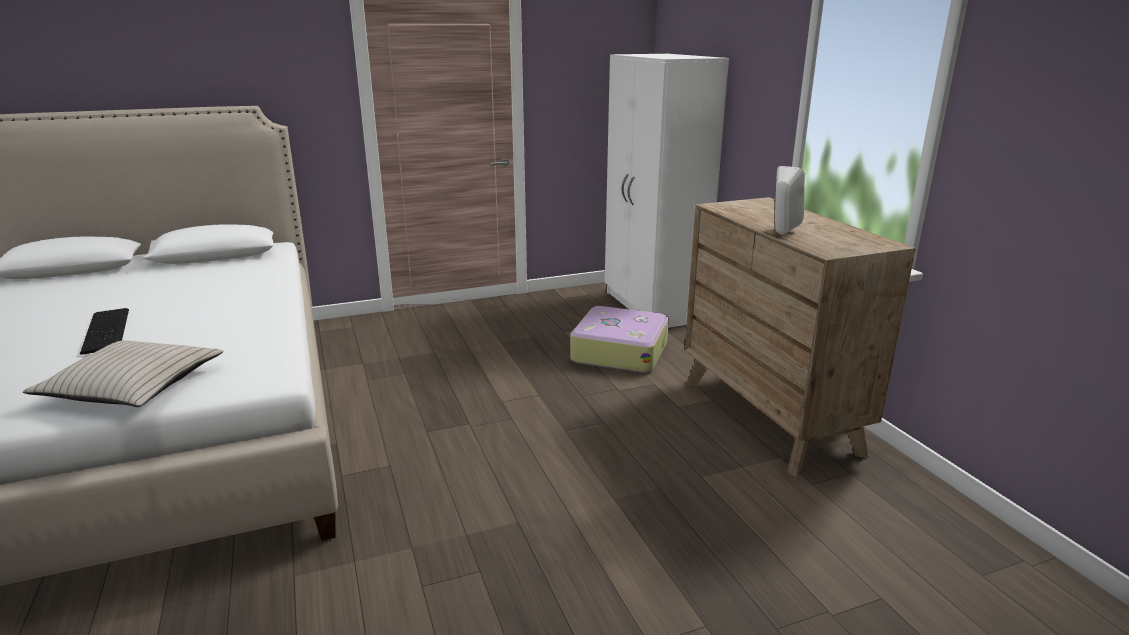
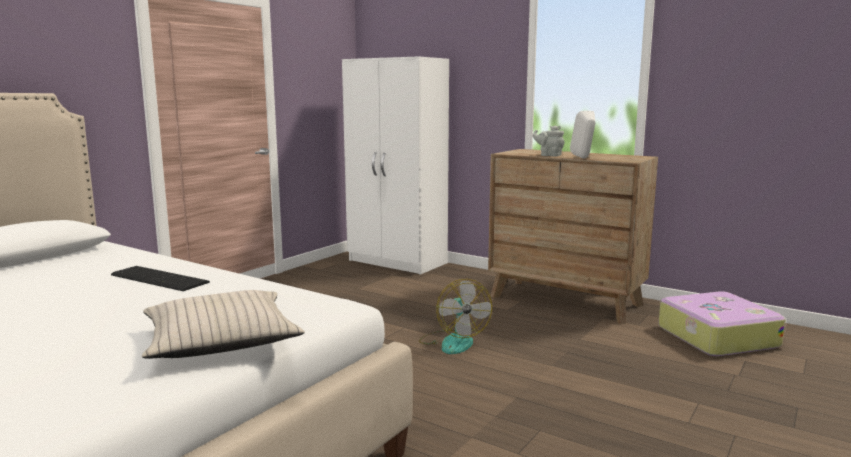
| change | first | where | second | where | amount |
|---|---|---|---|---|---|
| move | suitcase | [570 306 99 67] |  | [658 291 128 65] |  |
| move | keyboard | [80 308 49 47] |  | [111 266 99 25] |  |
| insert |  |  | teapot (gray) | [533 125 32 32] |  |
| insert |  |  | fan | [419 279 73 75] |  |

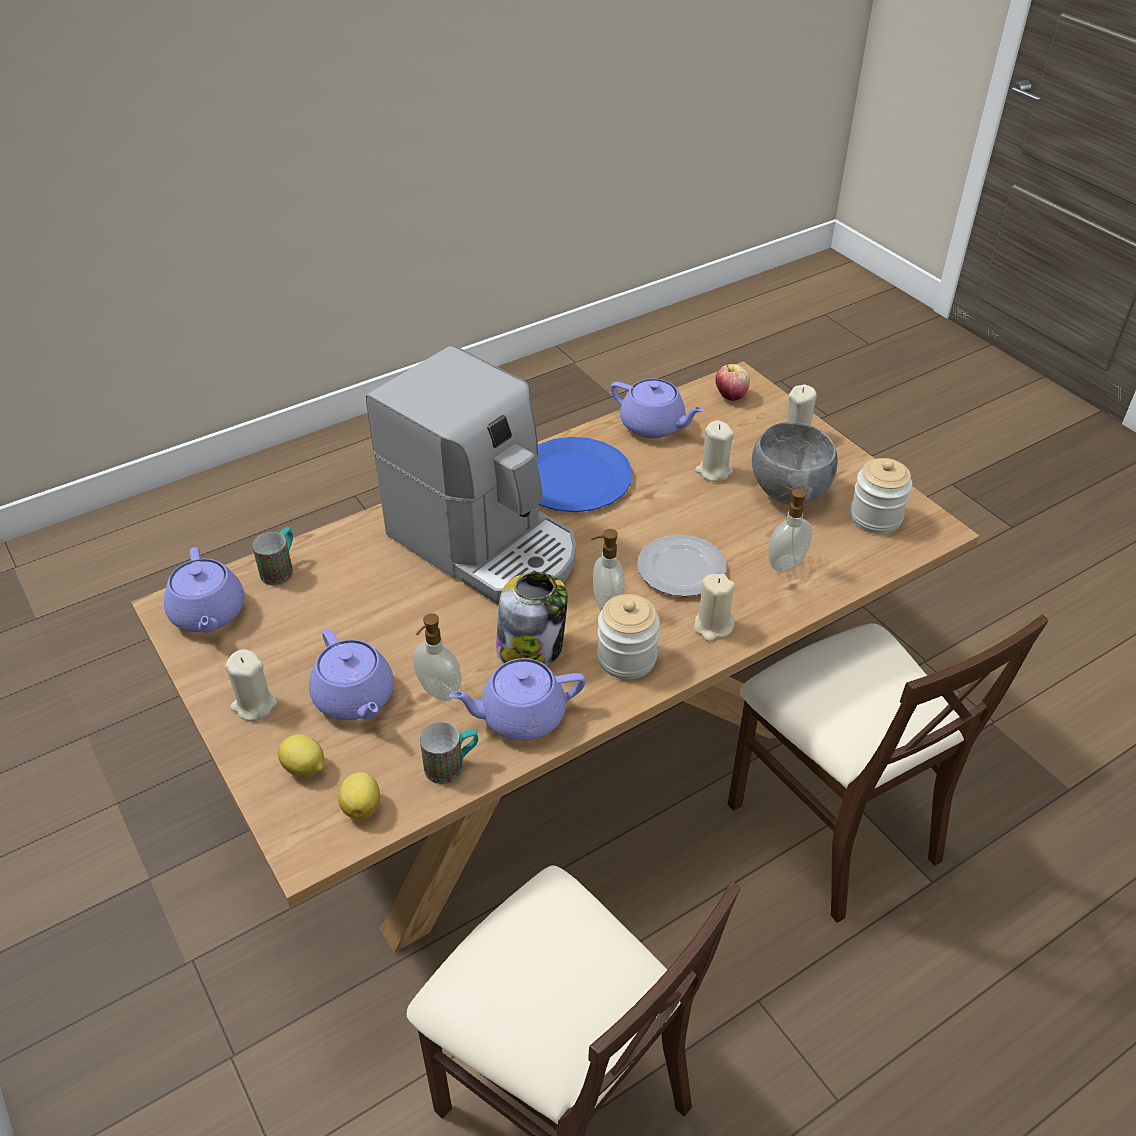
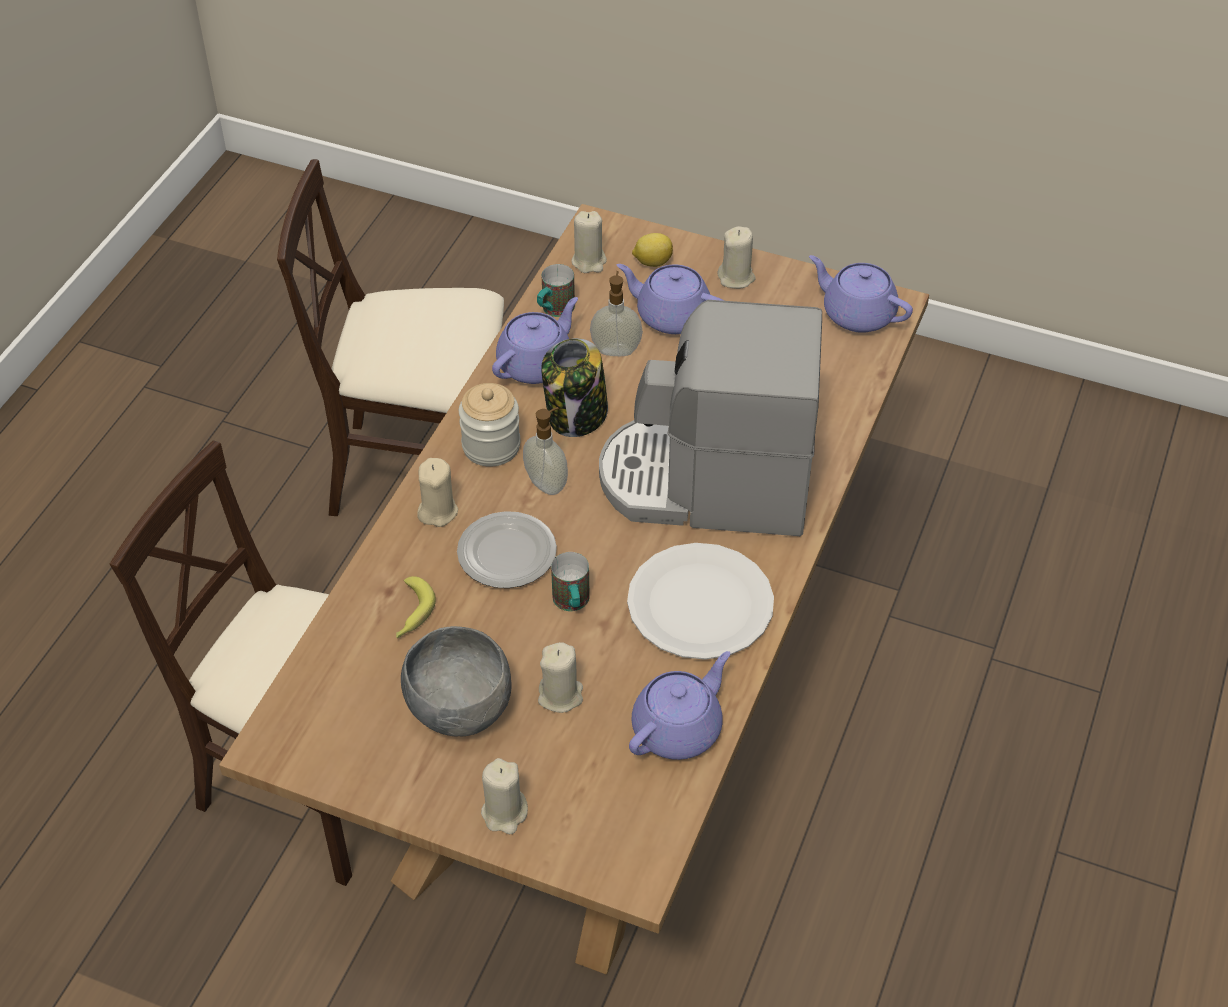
| change | first | where | second | where | amount |
|---|---|---|---|---|---|
| delete | whole apple | [715 364 35 37] |  |  |  |
| rotate | teapot (purplish) | [611 379 93 59] |  | [629 651 101 109] | 135 degrees clockwise |
| recolor | flat dish (blue) | [537 437 95 75] | flat dish (white-coloured) | [627 543 147 117] |  |
| delete | preserve jar | [850 458 62 76] |  |  |  |
| replace | soap dispenser | [768 487 44 85] | whole banana | [396 576 40 62] |  |
| move | coffee mug | [252 527 41 59] |  | [551 552 39 59] |  |
| replace | lemon | [338 772 42 47] | wax candle (beige-coloured) | [571 211 36 62] |  |

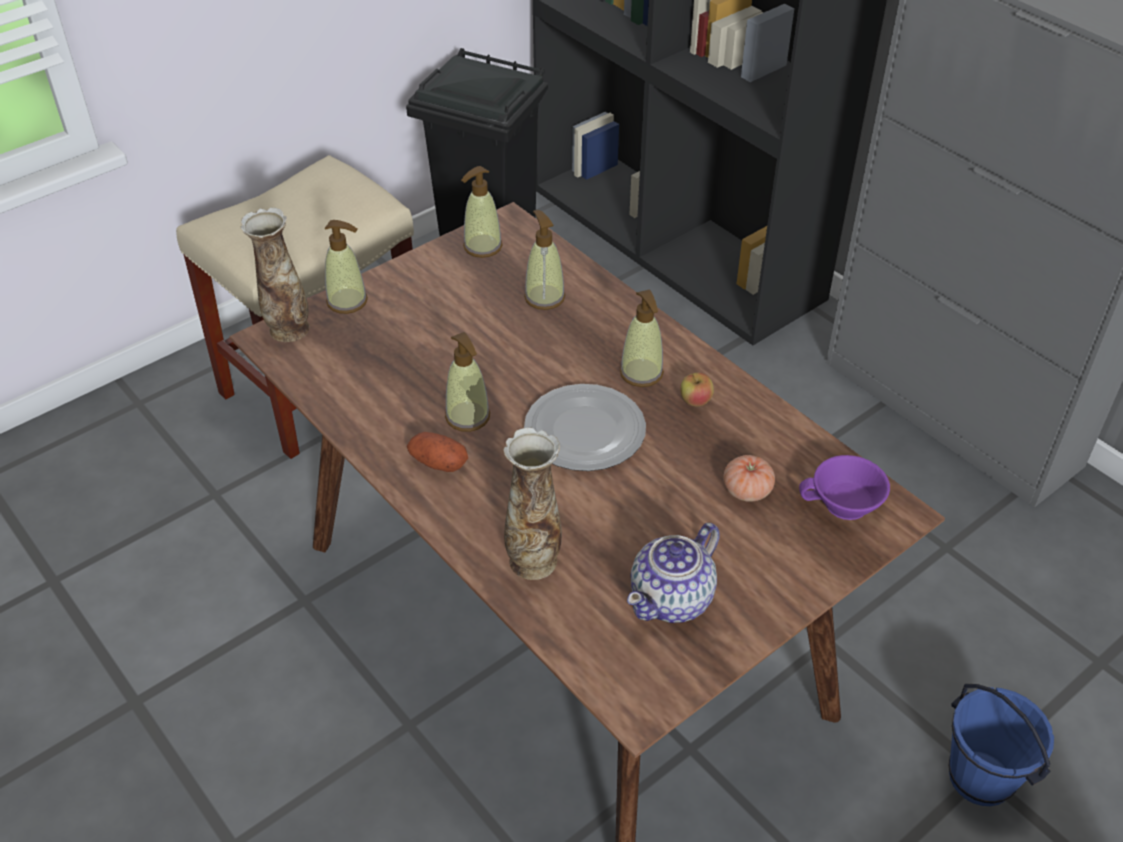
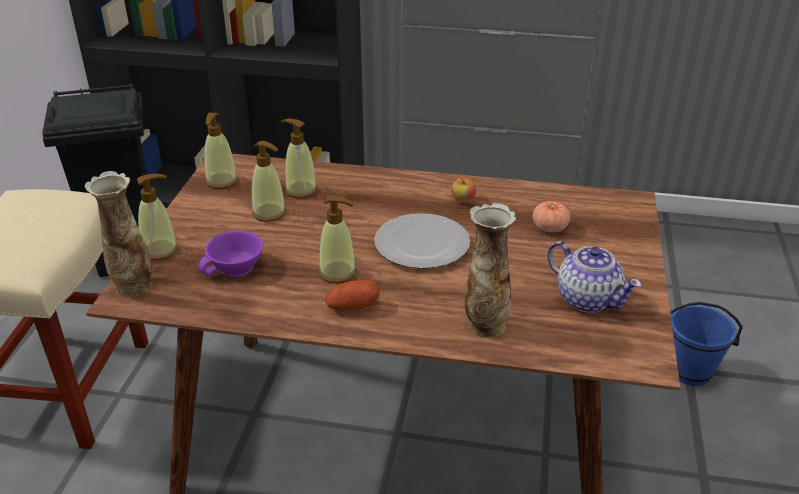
| change | first | where | second | where | amount |
|---|---|---|---|---|---|
| move | soap dispenser | [620 290 44 97] |  | [252 141 34 81] |  |
| move | cup (purplish) | [799 455 91 65] |  | [198 231 66 46] |  |
| rotate | teapot | [627 523 93 100] |  | [547 241 95 72] | 45 degrees counterclockwise |

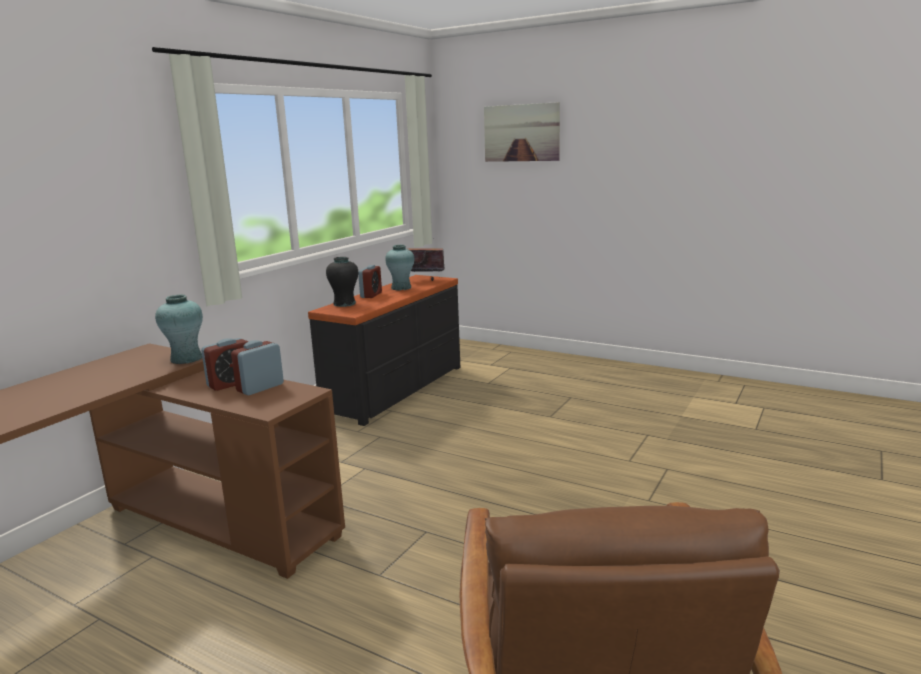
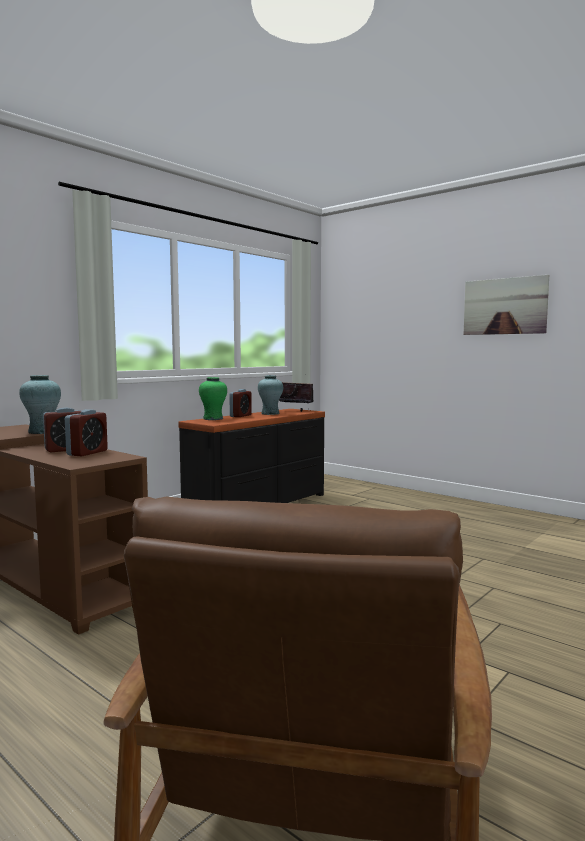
| change | first | where | second | where | amount |
|---|---|---|---|---|---|
| move | picture | [484 102 76 60] |  | [464 275 85 60] |  |
| recolor | decorative vase (blackish) | [326 257 32 50] | decorative vase (green) | [199 377 28 43] |  |
| rotate | table clock | [231 340 53 55] |  | [65 409 43 47] | 150 degrees clockwise |

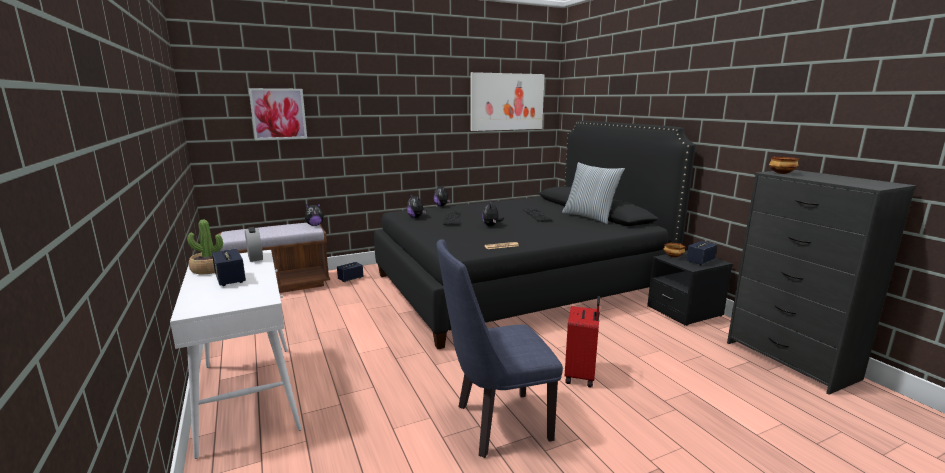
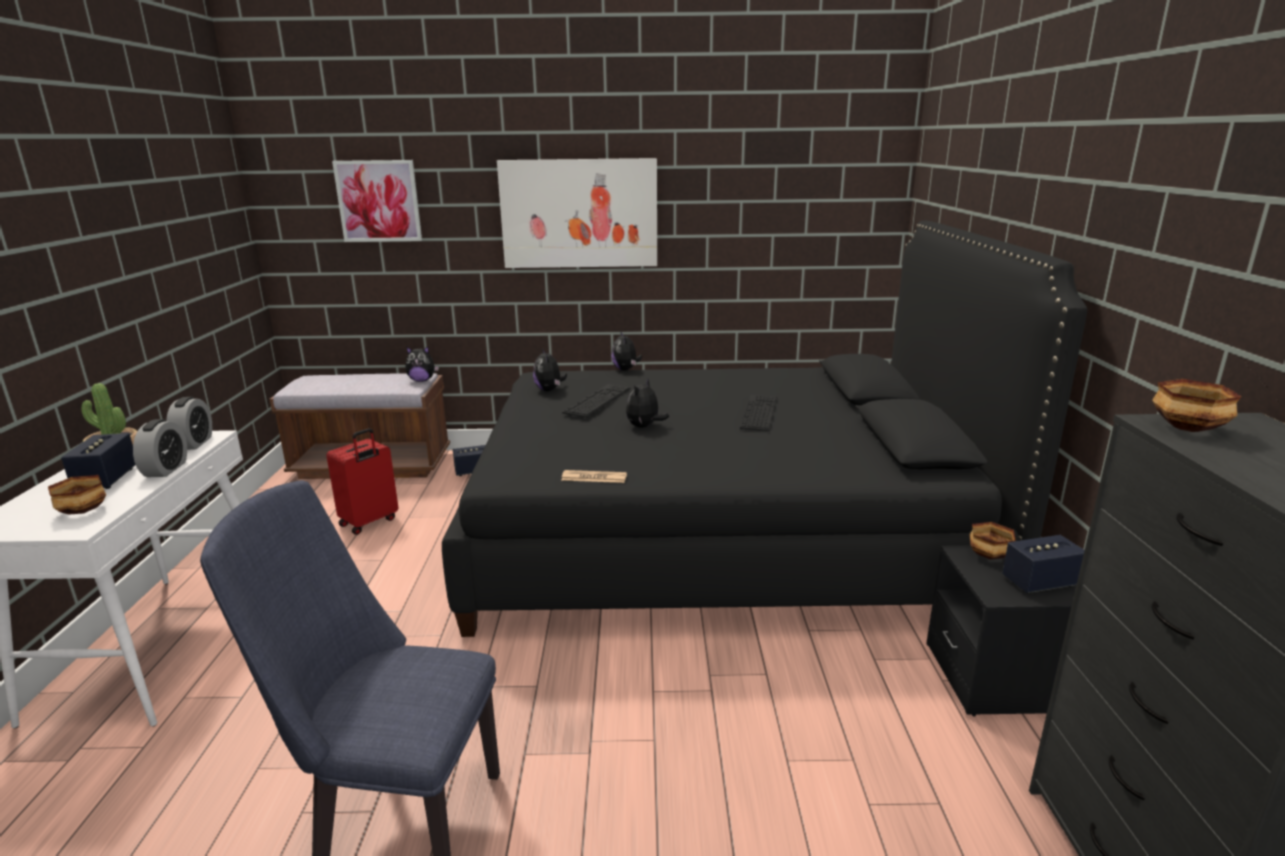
| change | first | where | second | where | amount |
|---|---|---|---|---|---|
| move | picture | [470 72 74 59] |  | [497 158 160 110] |  |
| delete | throw pillow | [562 162 63 62] |  |  |  |
| move | suitcase (red) | [565 296 35 92] |  | [326 428 73 107] |  |
| insert |  |  | table clock | [133 419 54 58] |  |
| insert |  |  | bowl | [48 475 58 40] |  |

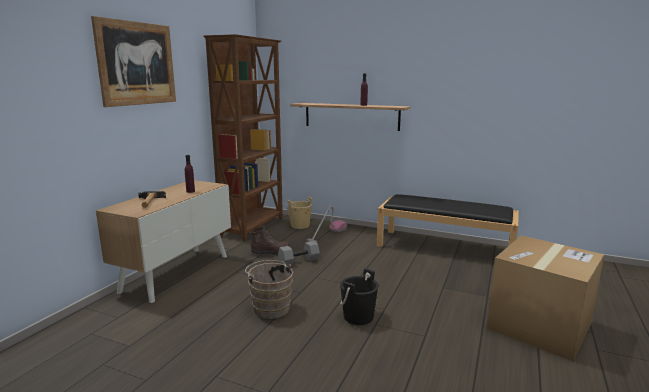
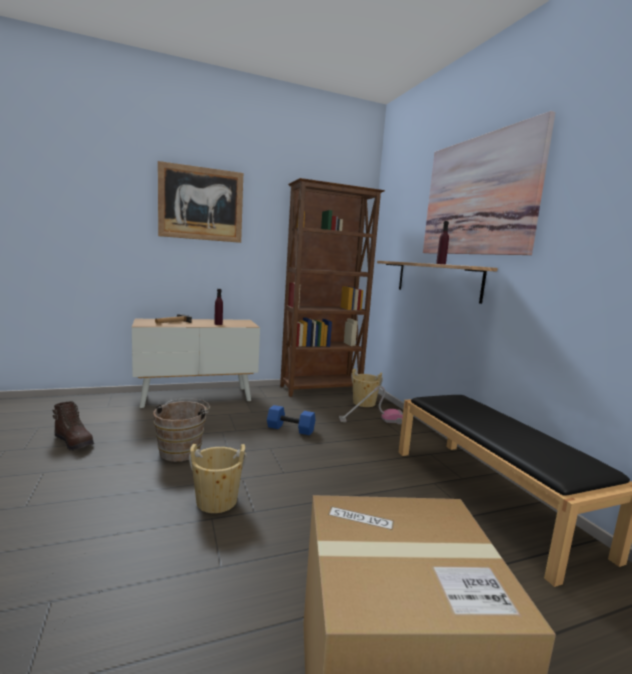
| change | first | where | second | where | amount |
|---|---|---|---|---|---|
| move | high-top boot (brown) | [250 227 41 28] |  | [52 401 42 50] |  |
| recolor | hand weight (gray) | [278 241 42 24] | hand weight (blue) | [267 405 48 30] |  |
| recolor | water bucket (blackish) | [340 268 39 57] | water bucket (beige-coloured) | [189 444 58 69] |  |
| insert |  |  | picture | [423 111 132 144] |  |

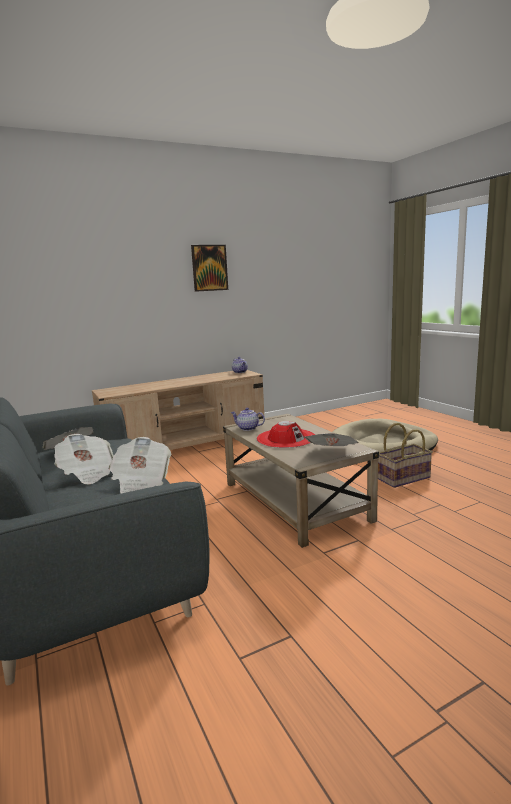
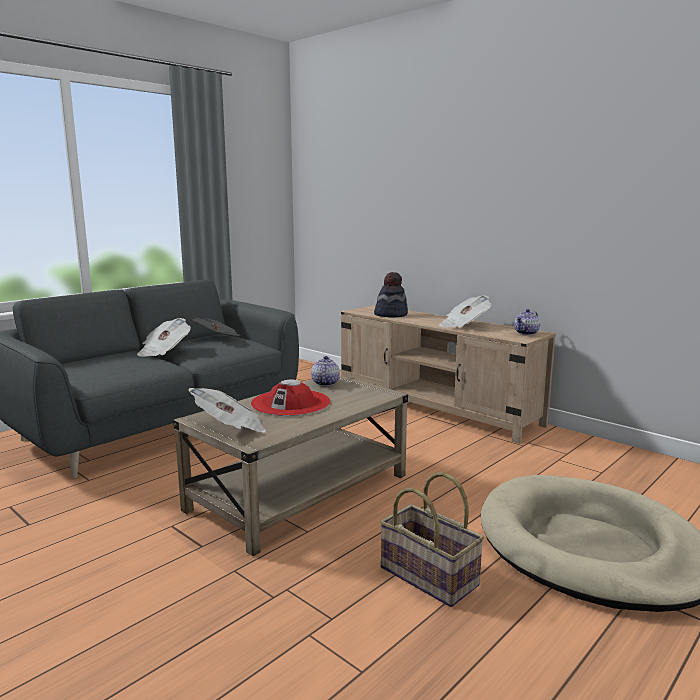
| change | first | where | second | where | amount |
|---|---|---|---|---|---|
| delete | picture | [191 245 37 47] |  |  |  |
| move | printed paper | [109 437 62 57] |  | [439 296 52 32] |  |
| insert |  |  | clothing hat | [374 272 34 45] |  |

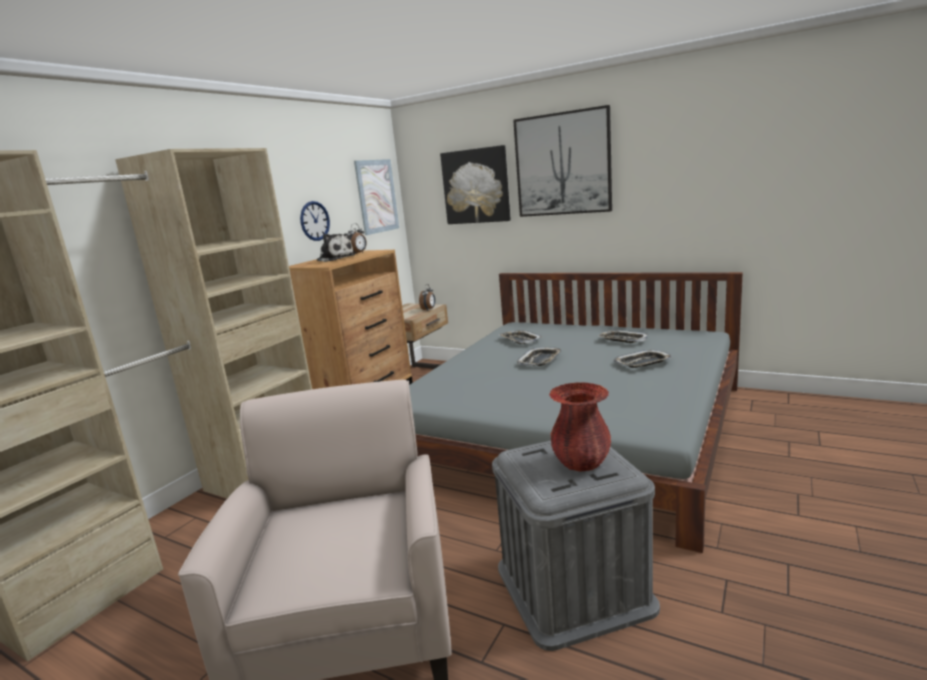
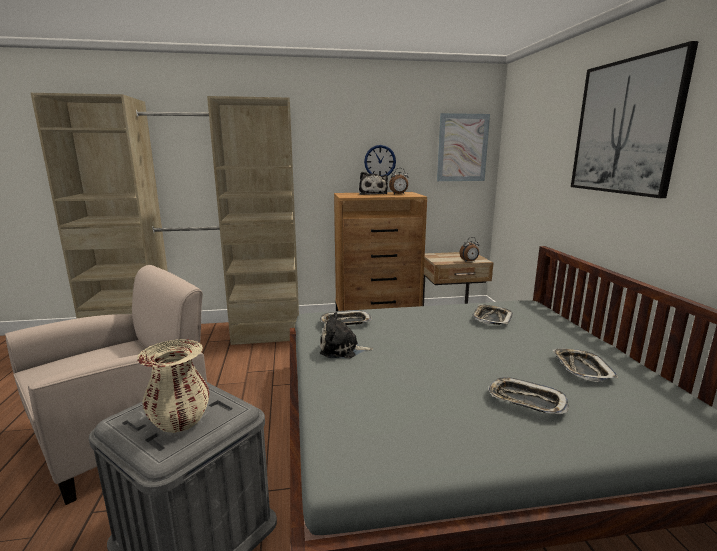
| change | first | where | second | where | amount |
|---|---|---|---|---|---|
| delete | picture | [440 145 71 79] |  |  |  |
| move | serving tray | [517 347 45 19] |  | [320 310 52 15] |  |
| recolor | decorative vase (red) | [549 382 62 90] | decorative vase (beige-coloured) | [137 339 73 94] |  |
| insert |  |  | plush toy | [320 312 53 46] |  |

